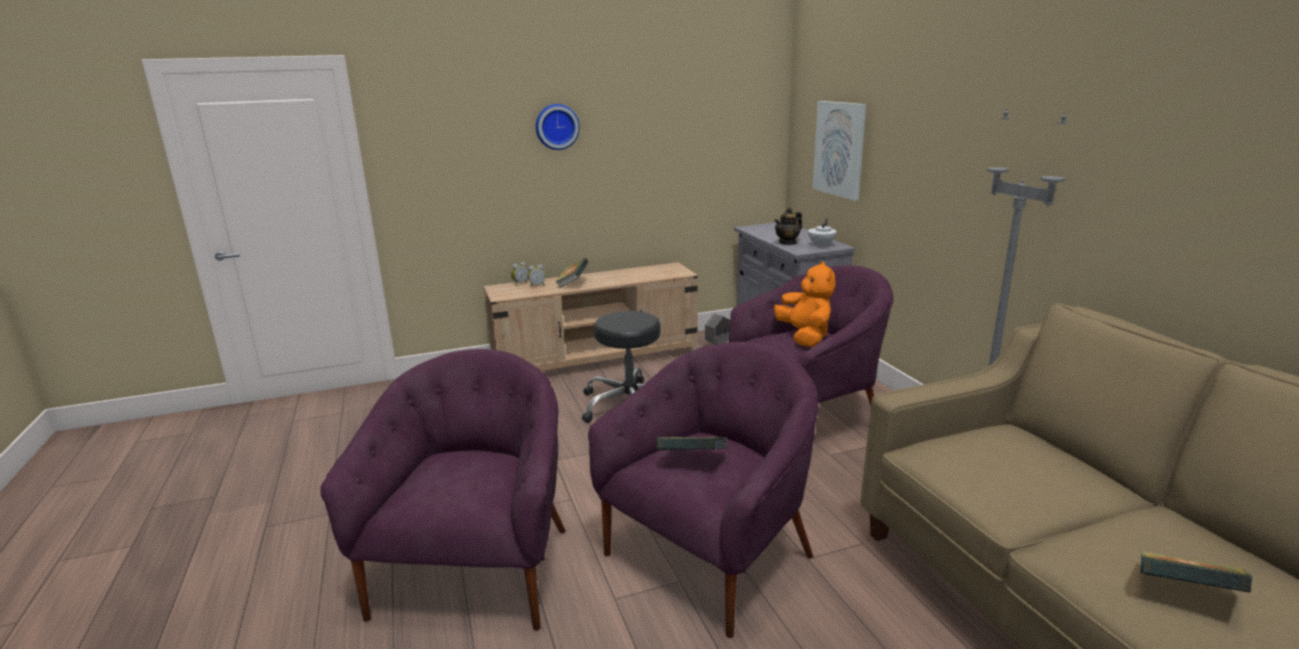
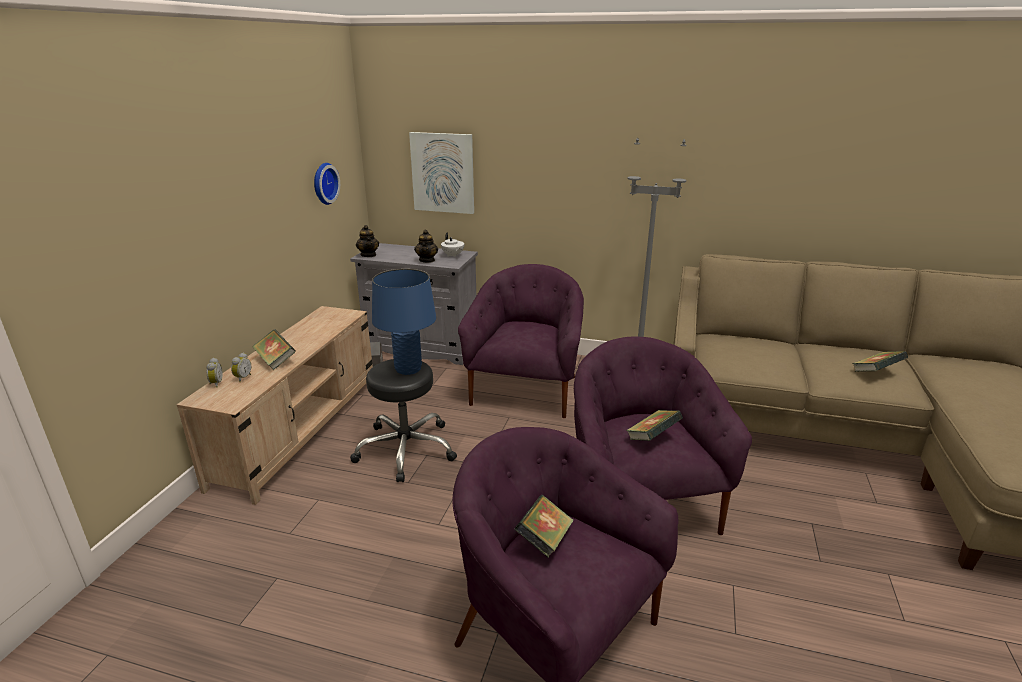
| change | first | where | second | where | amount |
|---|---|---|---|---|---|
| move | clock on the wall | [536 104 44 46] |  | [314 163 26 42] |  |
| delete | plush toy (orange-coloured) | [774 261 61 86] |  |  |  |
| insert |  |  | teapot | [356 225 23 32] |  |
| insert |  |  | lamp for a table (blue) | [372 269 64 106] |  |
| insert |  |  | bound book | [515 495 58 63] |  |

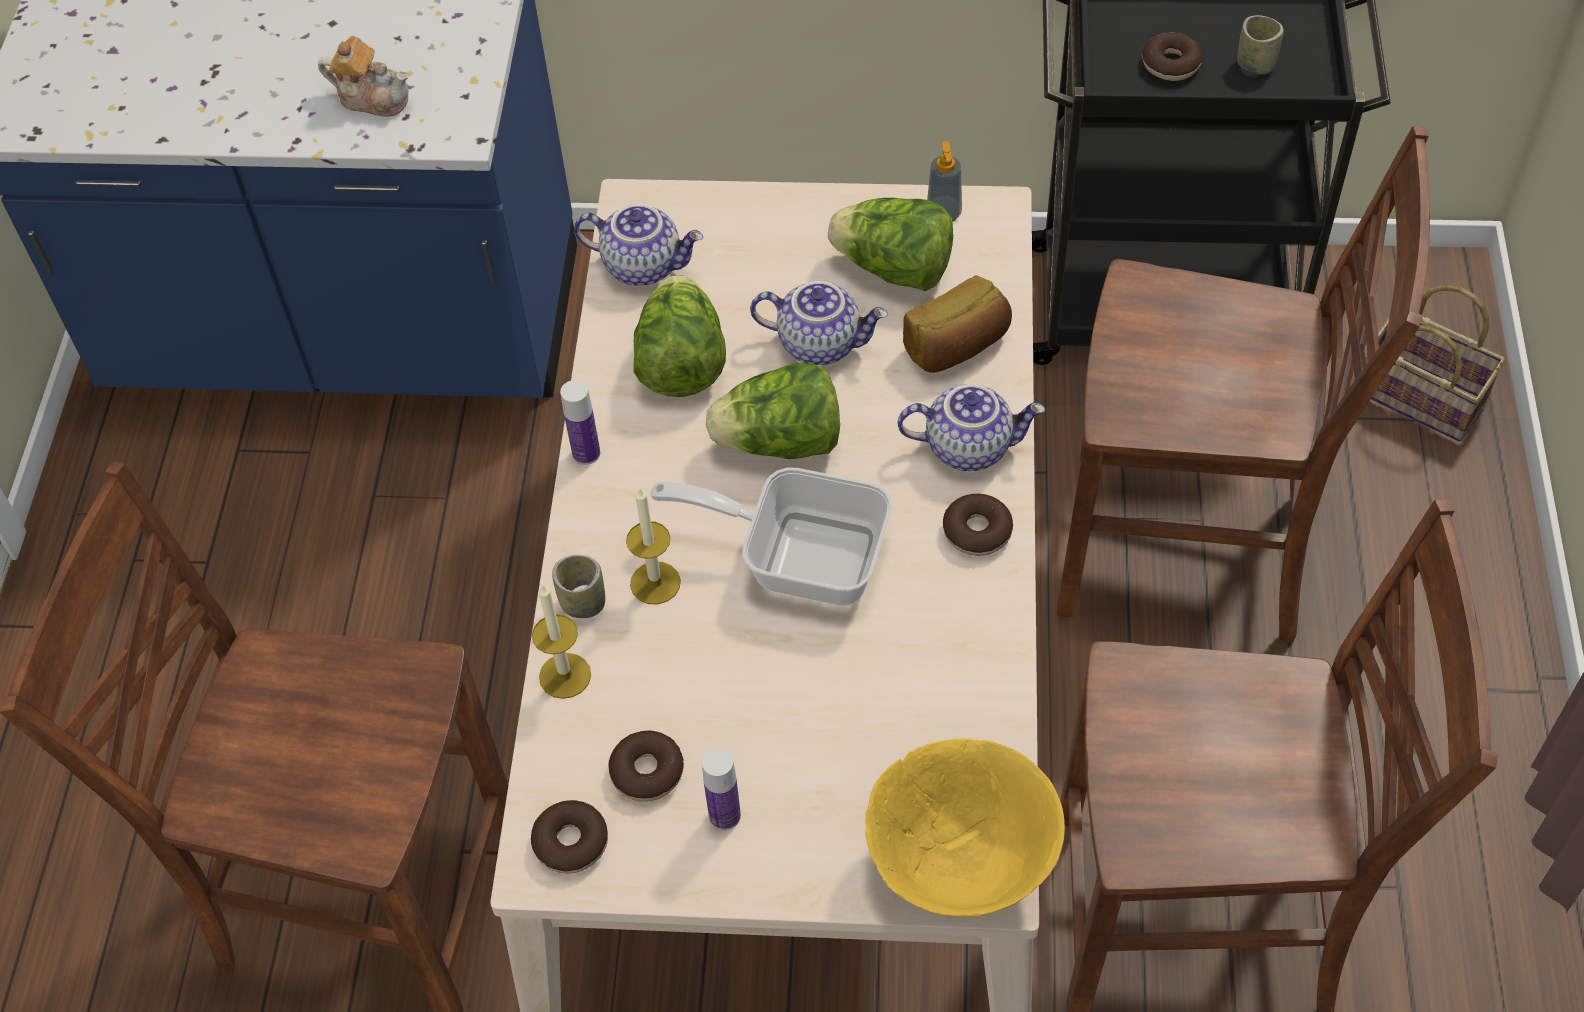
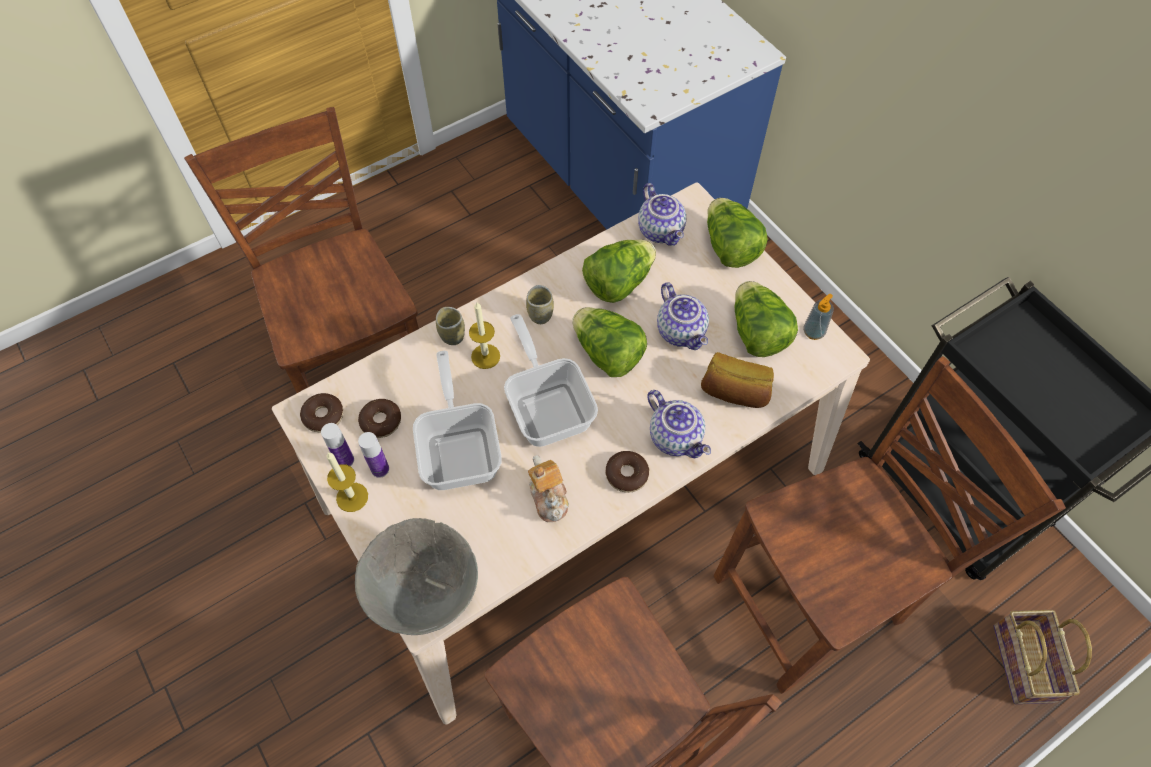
| change | first | where | second | where | amount |
|---|---|---|---|---|---|
| move | cup | [1237 15 47 59] |  | [526 285 28 39] |  |
| delete | ring doughnut | [1142 32 61 49] |  |  |  |
| move | teapot | [318 36 91 81] |  | [528 455 41 67] |  |
| rotate | upright chair (brown) | [1057 126 373 517] |  | [714 356 352 338] | 90 degrees counterclockwise |
| move | beverage bottle | [560 380 40 85] |  | [321 423 33 43] |  |
| move | wax candle | [532 584 59 115] |  | [326 452 42 60] |  |
| recolor | bowl (yellow) | [865 739 200 178] | bowl (gray) | [355 518 123 117] |  |
| insert |  |  | head of lettuce | [707 198 61 70] |  |
| insert |  |  | pan | [413 351 89 139] |  |

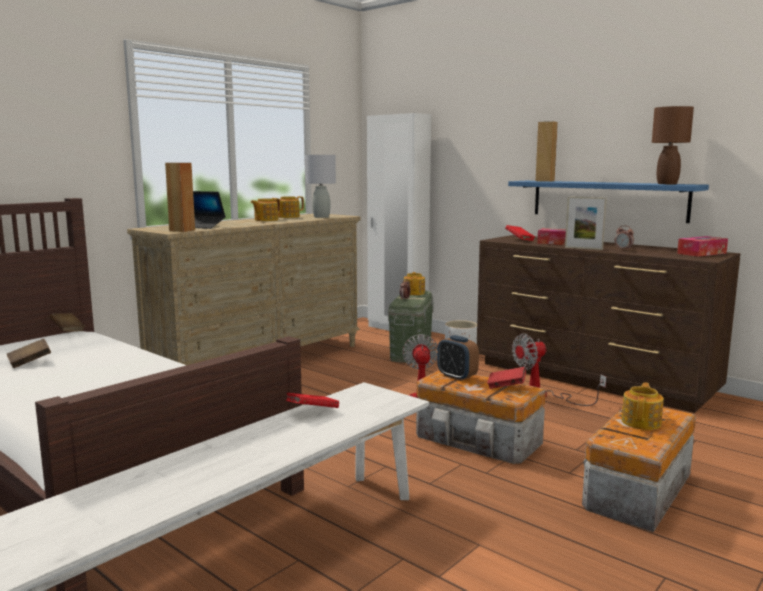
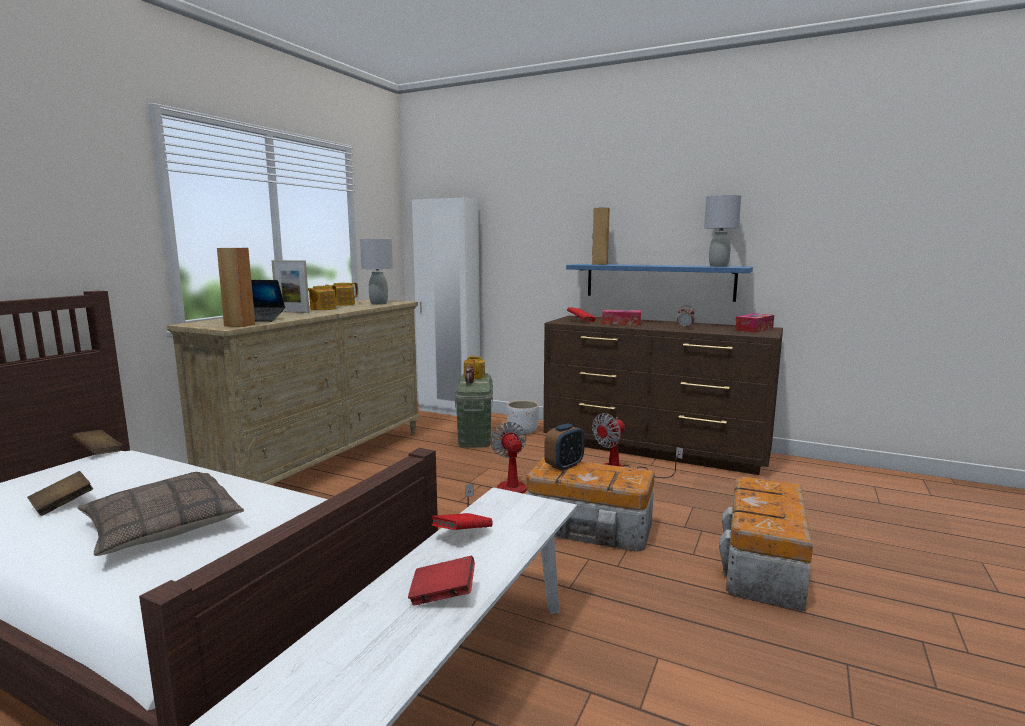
| change | first | where | second | where | amount |
|---|---|---|---|---|---|
| recolor | lamp for a table (brown) | [652 106 42 78] | lamp for a table (gray) | [704 195 37 72] |  |
| move | picture frame | [565 196 42 54] |  | [271 260 39 53] |  |
| rotate | table clock | [437 335 42 46] |  | [544 424 40 47] | 75 degrees counterclockwise |
| move | bound book (red) | [487 367 39 22] |  | [408 556 67 50] |  |
| delete | teapot | [621 382 43 48] |  |  |  |
| insert |  |  | throw pillow | [77 472 167 84] |  |

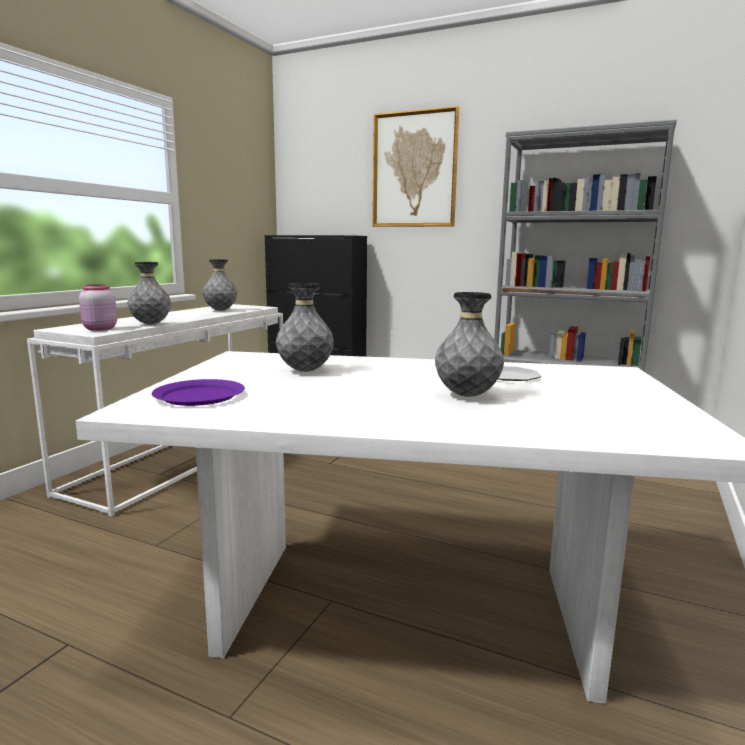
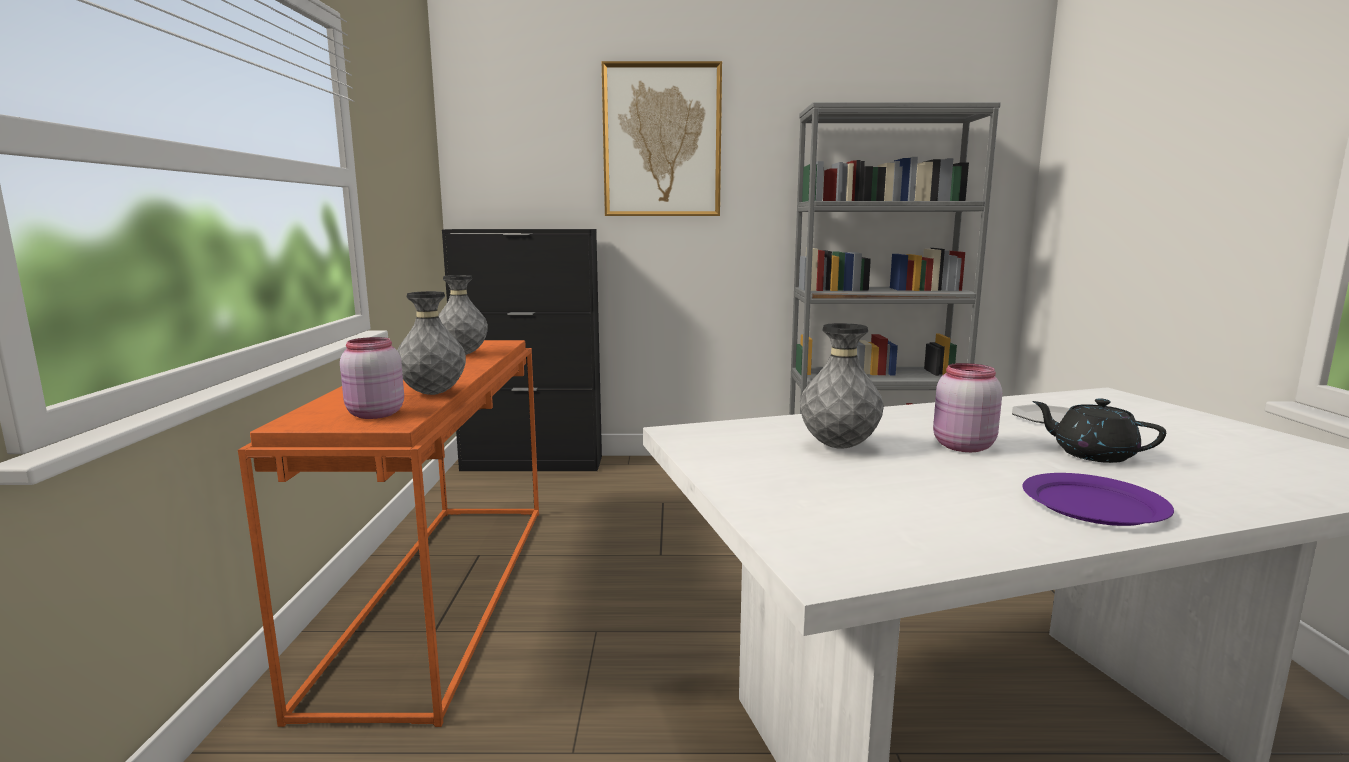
| change | first | where | second | where | amount |
|---|---|---|---|---|---|
| replace | decorative vase (gray) | [435 292 69 105] | teapot (blackish) | [1032 399 134 64] |  |
| recolor | narrow table (white-coloured) | [27 304 256 213] | narrow table (orange-coloured) | [238 340 301 387] |  |
| move | flat dish (purplish) | [152 379 93 27] |  | [1023 473 151 53] |  |
| insert |  |  | preserve jar (pinkish) | [933 363 69 89] |  |

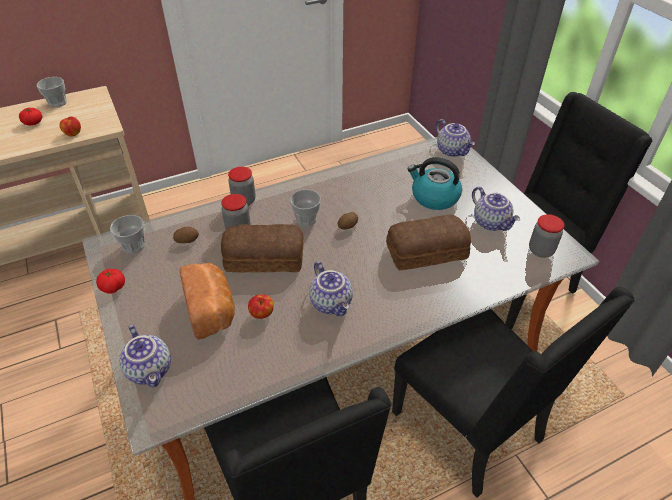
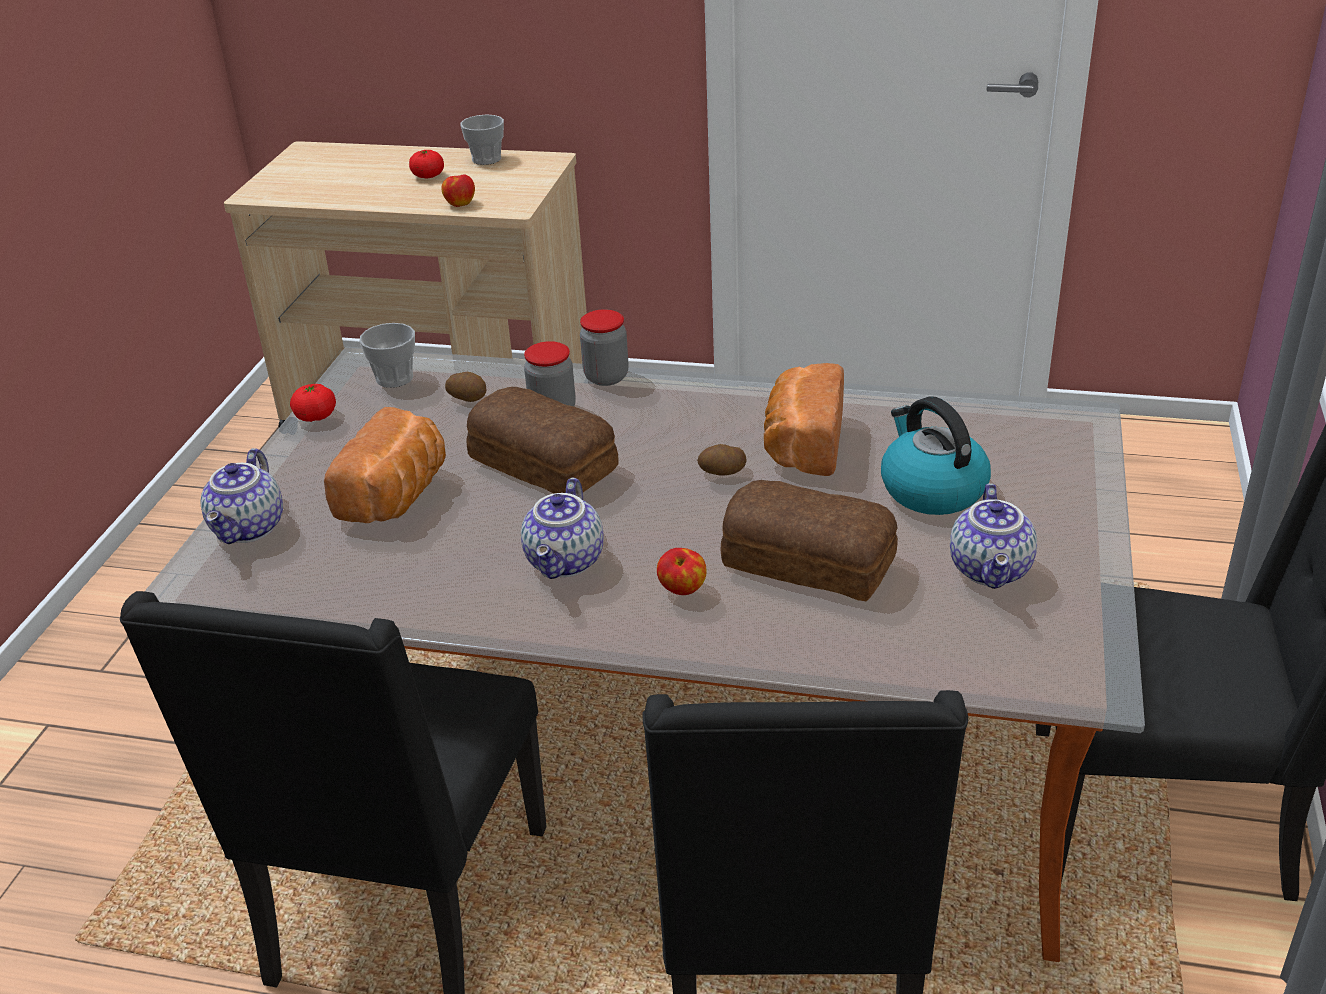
| change | first | where | second | where | amount |
|---|---|---|---|---|---|
| delete | teapot | [436 119 39 38] |  |  |  |
| delete | cup | [290 189 31 37] |  |  |  |
| delete | preserve jar | [529 214 36 44] |  |  |  |
| move | whole apple | [248 294 26 25] |  | [657 548 50 47] |  |
| insert |  |  | bakery bread | [764 363 80 113] |  |

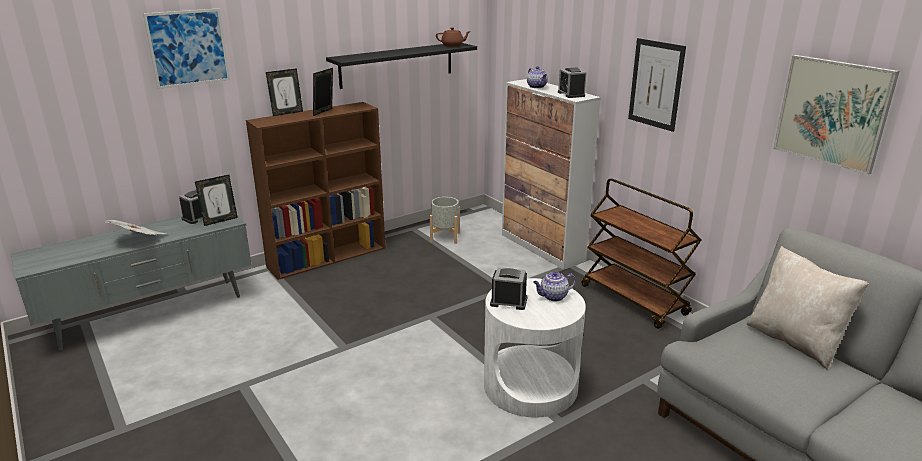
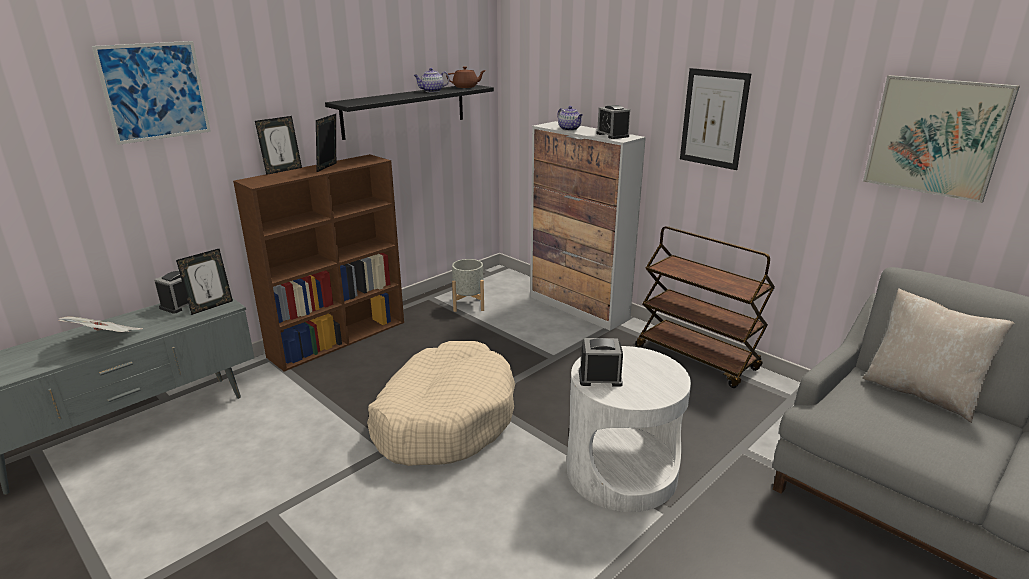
| change | first | where | second | where | amount |
|---|---|---|---|---|---|
| move | teapot | [533 272 43 30] |  | [413 68 36 24] |  |
| insert |  |  | pet bed (beige-coloured) | [367 341 148 125] |  |

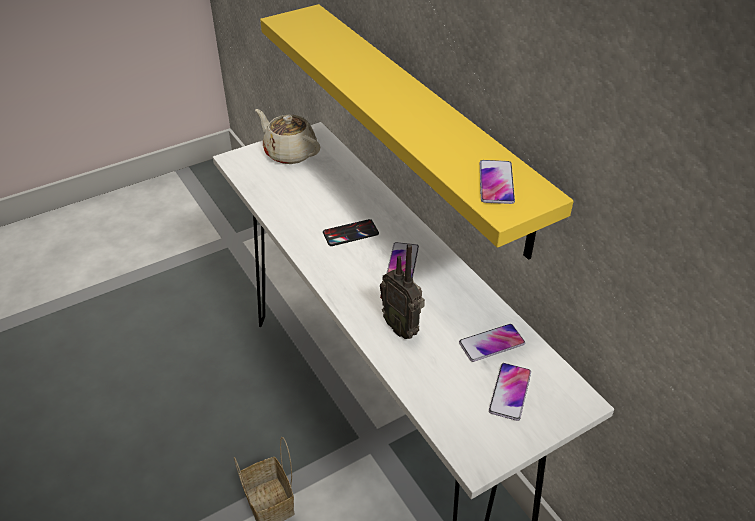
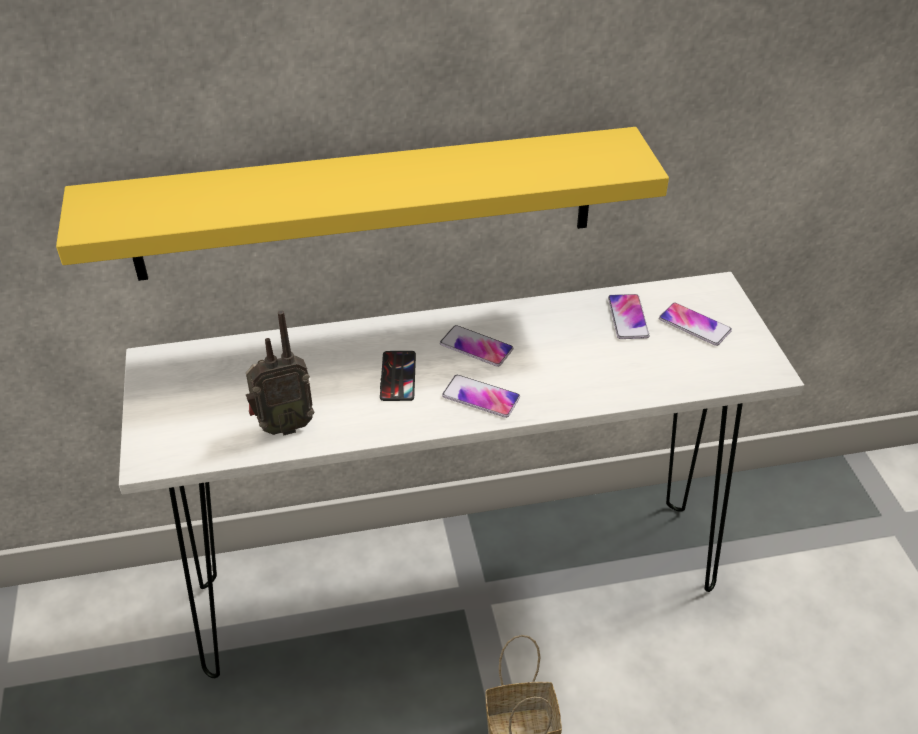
| change | first | where | second | where | amount |
|---|---|---|---|---|---|
| delete | teapot (beige-coloured) | [255 109 65 55] |  |  |  |
| move | telephone | [480 160 35 44] |  | [442 375 78 43] |  |
| move | radio set | [380 244 45 95] |  | [246 310 68 126] |  |

